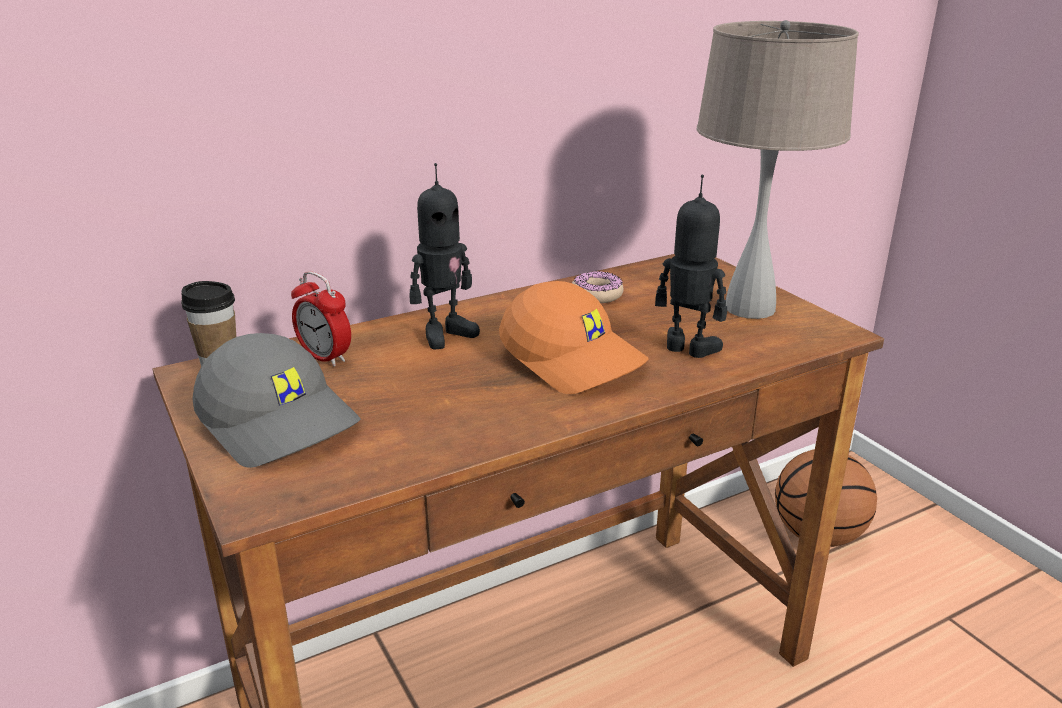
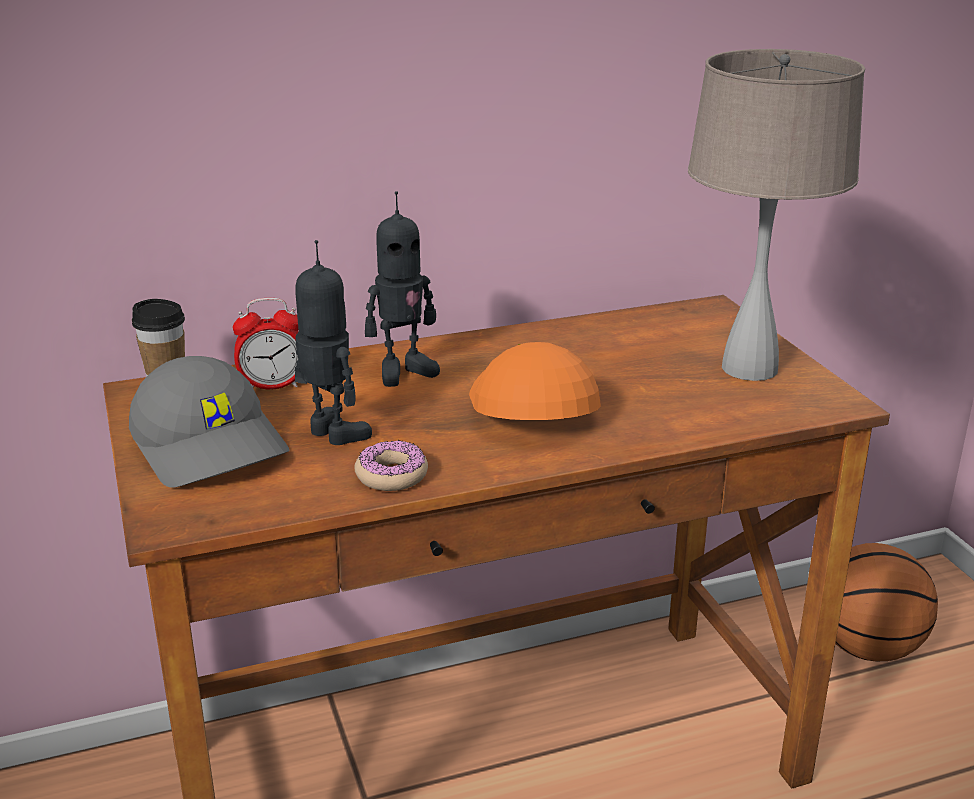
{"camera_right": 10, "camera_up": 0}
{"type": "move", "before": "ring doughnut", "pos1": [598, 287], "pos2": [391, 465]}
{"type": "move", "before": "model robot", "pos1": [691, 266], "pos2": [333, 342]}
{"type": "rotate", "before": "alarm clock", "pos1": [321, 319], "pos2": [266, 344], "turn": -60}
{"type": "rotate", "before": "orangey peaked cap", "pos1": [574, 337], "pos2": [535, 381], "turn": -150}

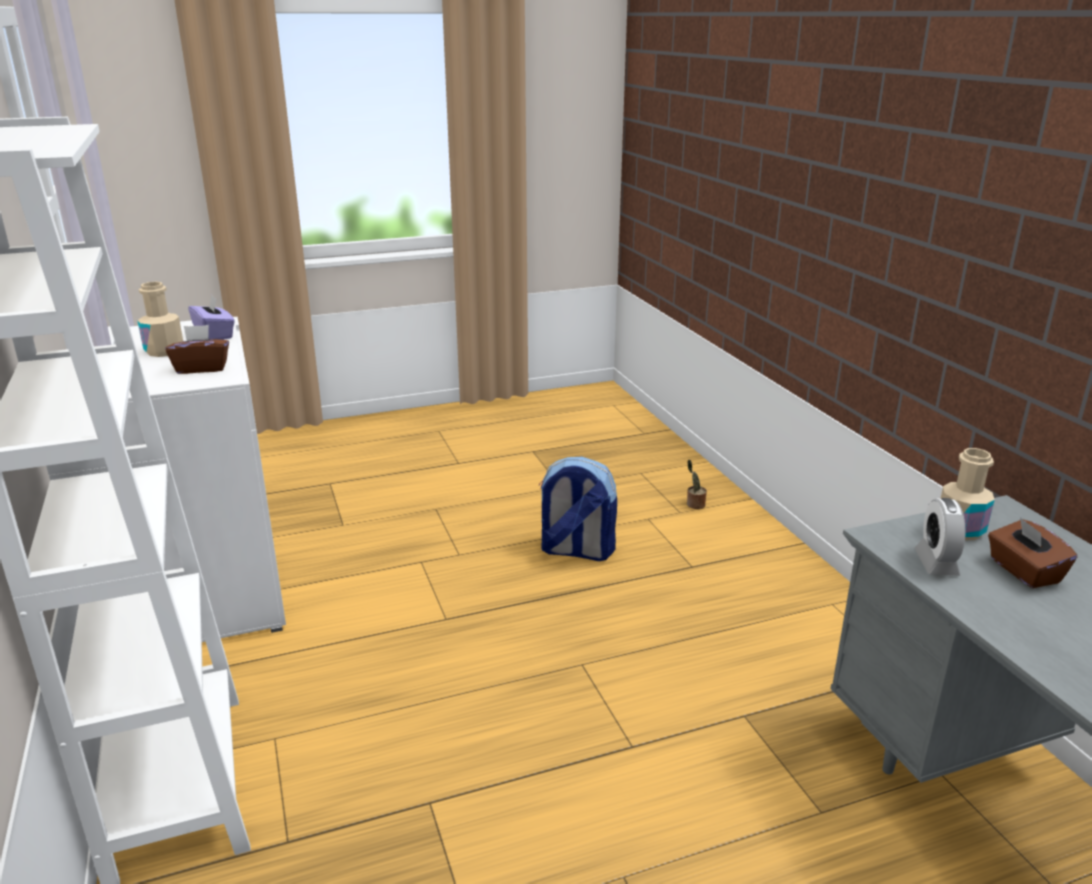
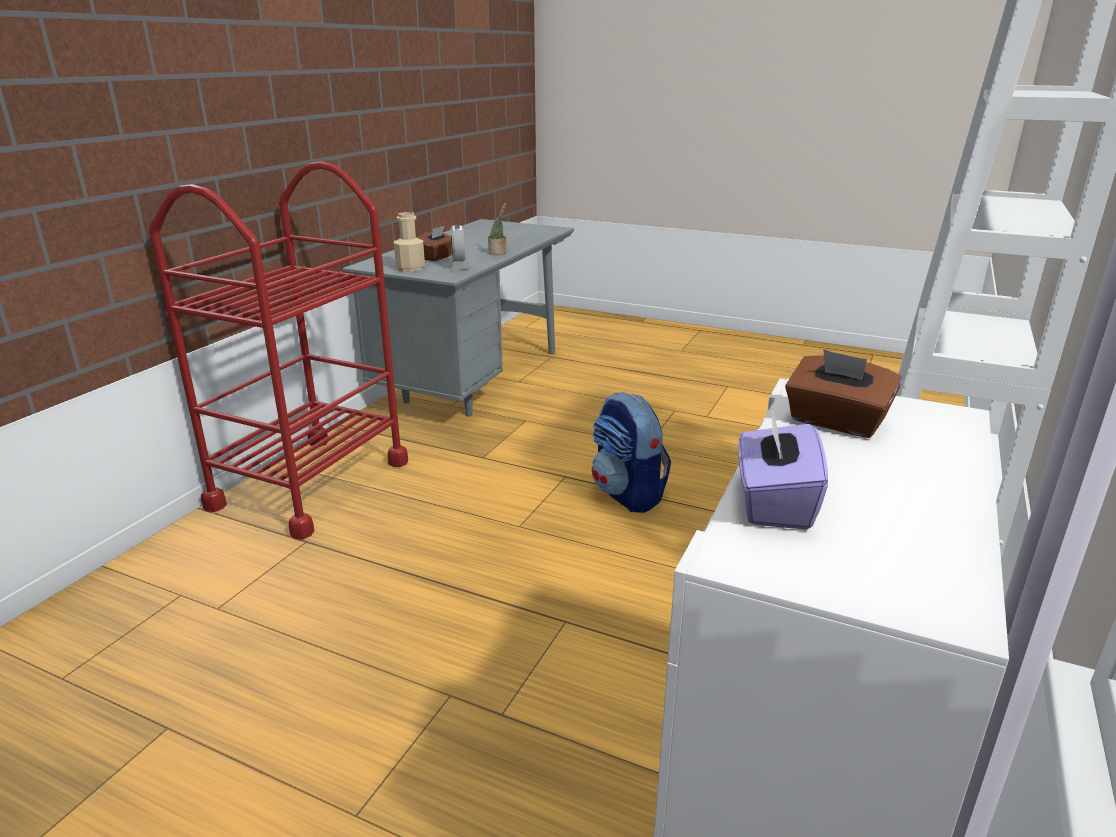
{"camera_right": -135, "camera_up": 0}
{"type": "delete", "before": "sand-coloured beverage bottle", "pos1": [160, 319]}
{"type": "insert", "after": "reddish trolley", "pos2": [278, 350]}
{"type": "move", "before": "rucksack", "pos1": [578, 508], "pos2": [631, 452]}
{"type": "move", "before": "houseplant", "pos1": [697, 484], "pos2": [497, 229]}
{"type": "rotate", "before": "alarm clock", "pos1": [940, 537], "pos2": [459, 247], "turn": 120}

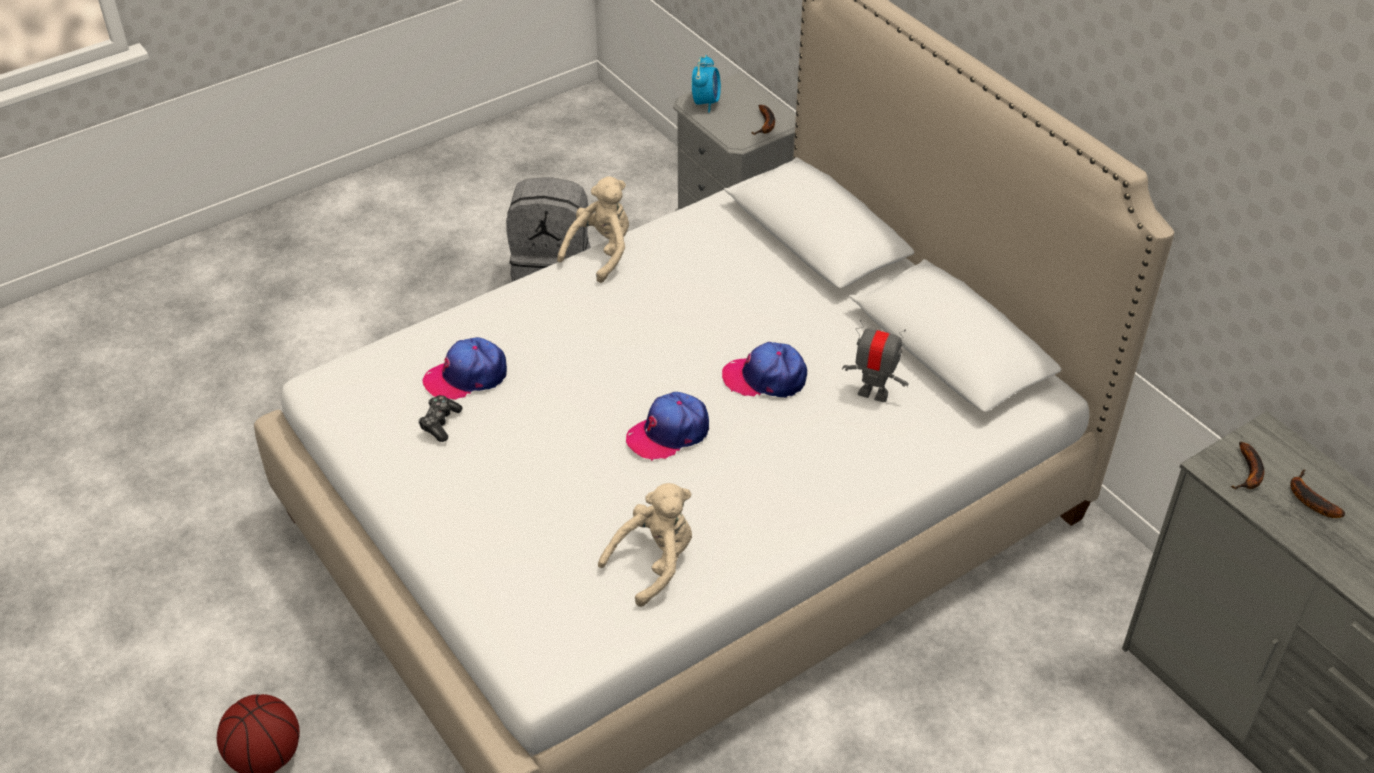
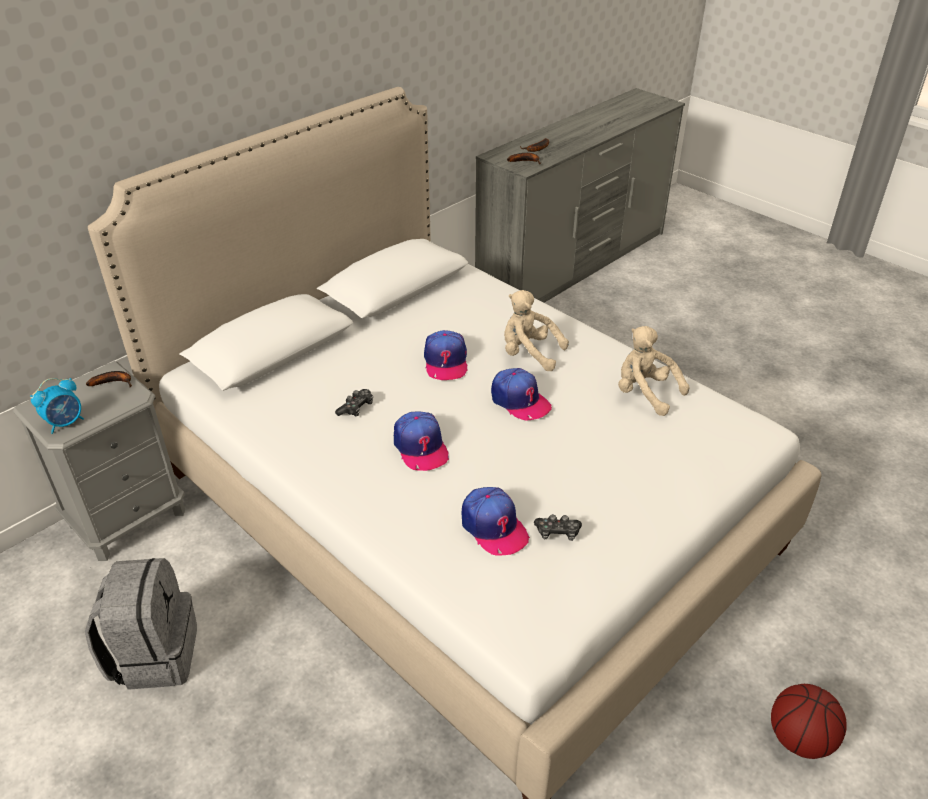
{"camera_right": -100, "camera_up": -5}
{"type": "delete", "before": "model robot", "pos1": [875, 360]}
{"type": "insert", "after": "joypad", "pos2": [354, 403]}
{"type": "insert", "after": "peaked cap", "pos2": [421, 441]}
{"type": "move", "before": "sand-coloured plush toy", "pos1": [593, 229], "pos2": [536, 330]}
{"type": "rotate", "before": "alarm clock", "pos1": [706, 84], "pos2": [57, 406], "turn": 135}

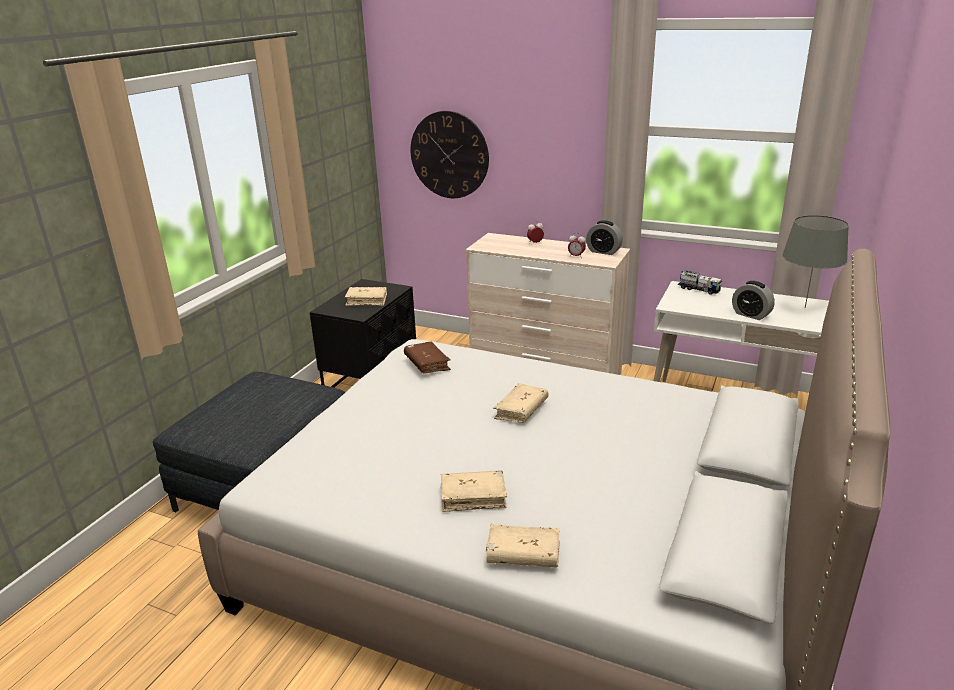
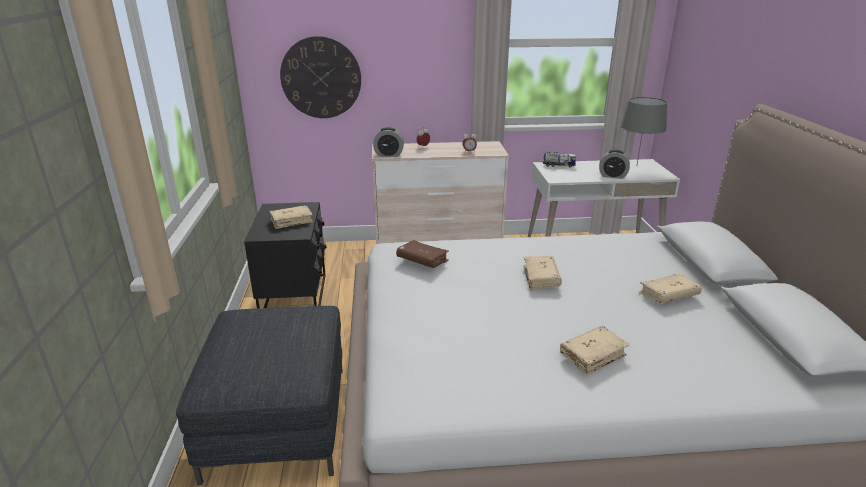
{"camera_right": -30, "camera_up": 0}
{"type": "move", "before": "sand-coloured book", "pos1": [523, 546], "pos2": [670, 288]}
{"type": "move", "before": "alarm clock", "pos1": [604, 237], "pos2": [388, 142]}

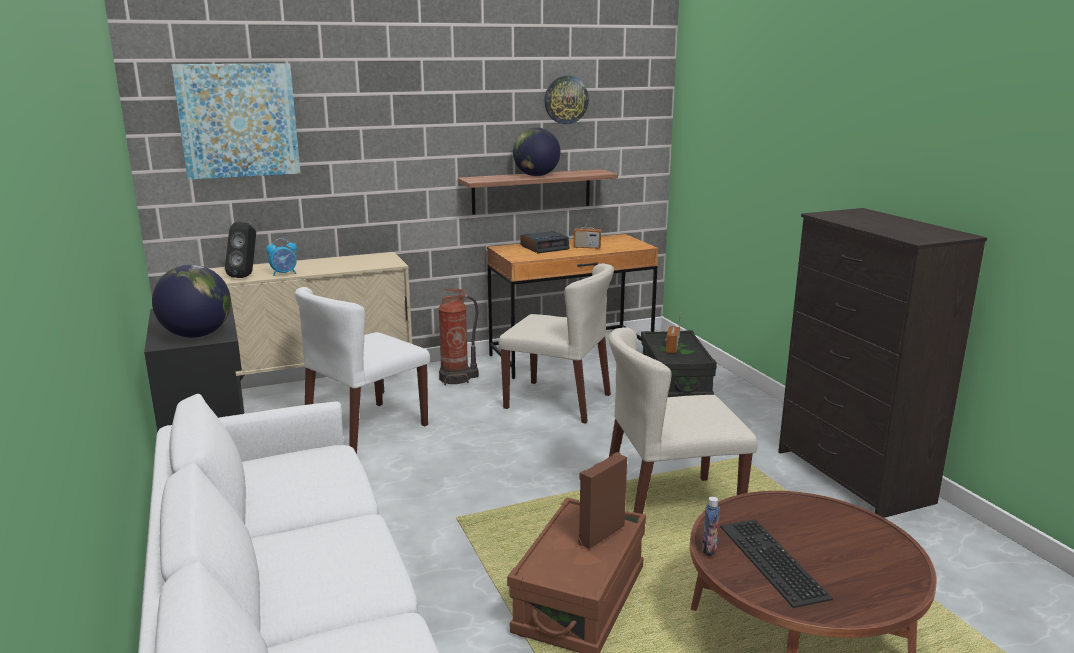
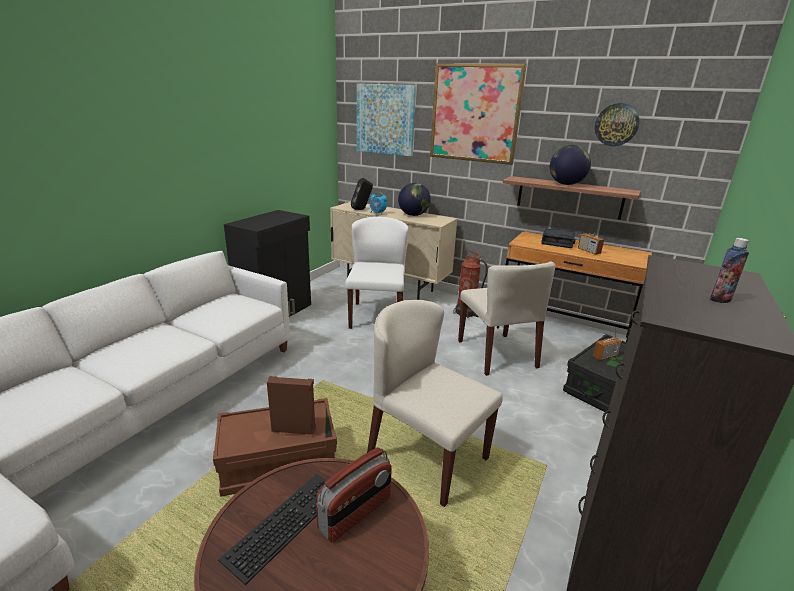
{"camera_right": 50, "camera_up": 5}
{"type": "insert", "after": "radio", "pos2": [354, 495]}
{"type": "insert", "after": "wall art", "pos2": [478, 114]}
{"type": "move", "before": "desk globe", "pos1": [191, 301], "pos2": [414, 199]}
{"type": "move", "before": "beverage bottle", "pos1": [711, 526], "pos2": [729, 270]}
{"type": "rotate", "before": "white-coloured chair", "pos1": [362, 370], "pos2": [377, 272], "turn": 90}

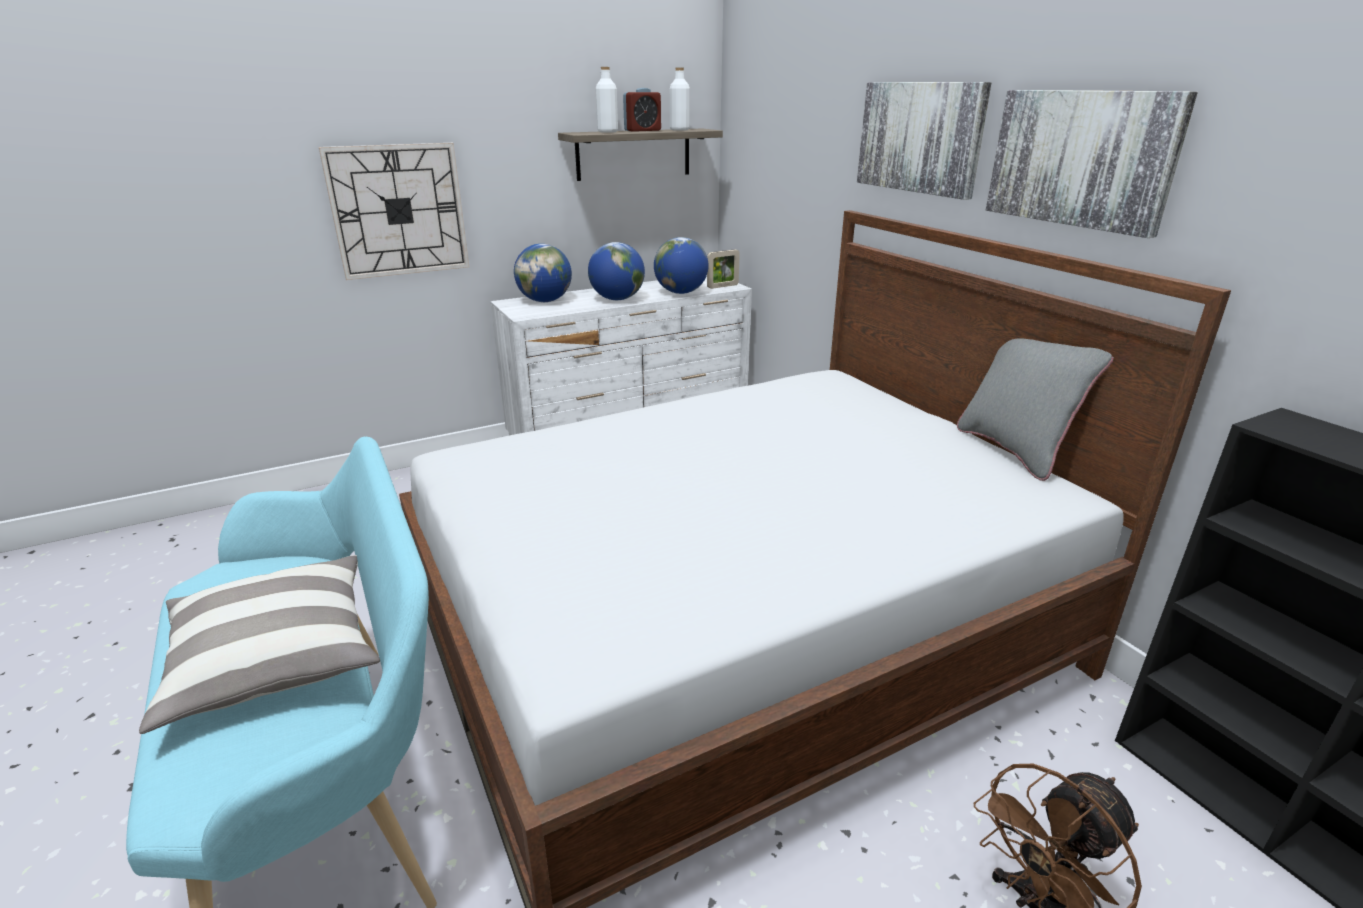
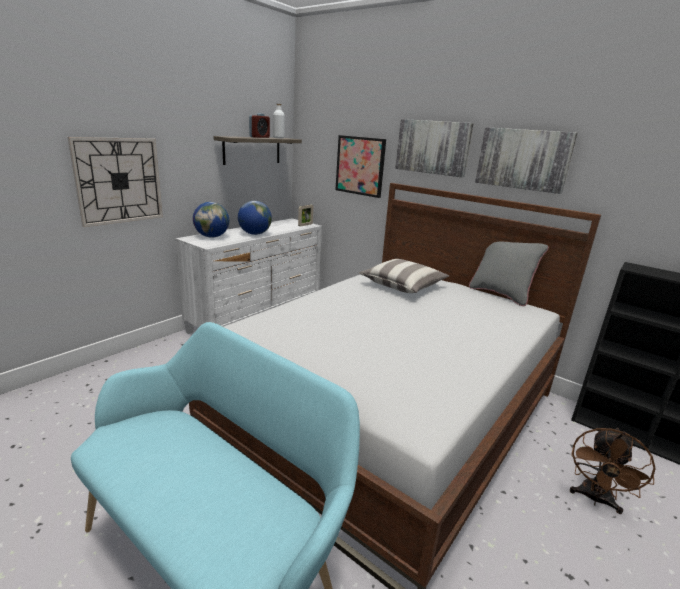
{"camera_right": -25, "camera_up": -5}
{"type": "delete", "before": "white-coloured beverage bottle", "pos1": [606, 100]}
{"type": "delete", "before": "desk globe", "pos1": [681, 265]}
{"type": "insert", "after": "wall art", "pos2": [360, 166]}
{"type": "move", "before": "pillow", "pos1": [259, 644], "pos2": [404, 276]}

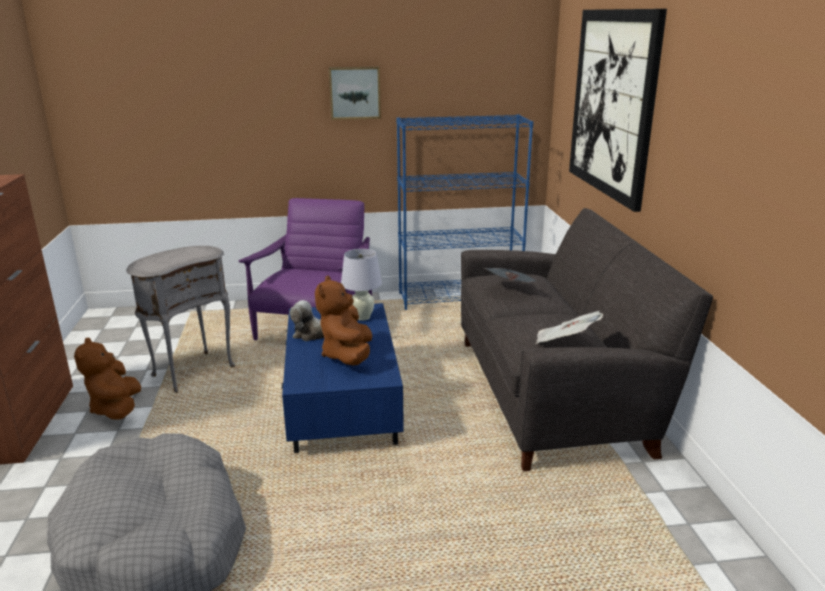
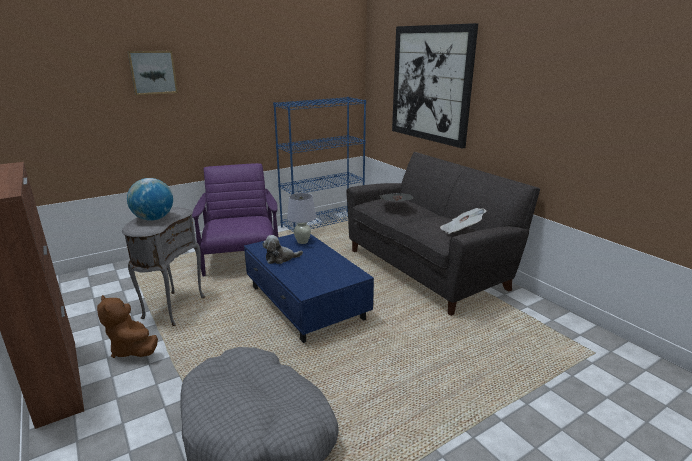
{"camera_right": -25, "camera_up": 0}
{"type": "delete", "before": "brownish plush toy", "pos1": [343, 320]}
{"type": "insert", "after": "desk globe", "pos2": [150, 199]}
{"type": "move", "before": "wall art", "pos1": [355, 93], "pos2": [152, 73]}

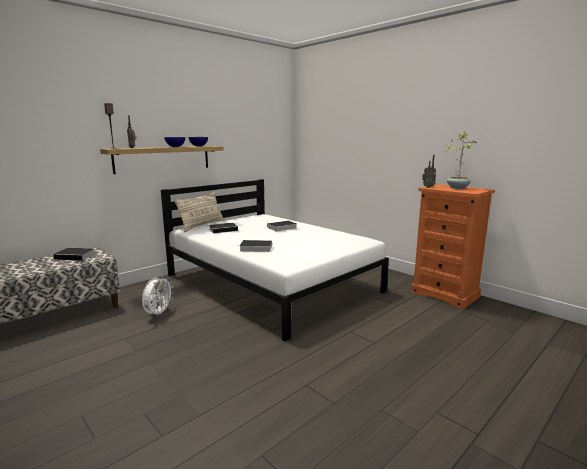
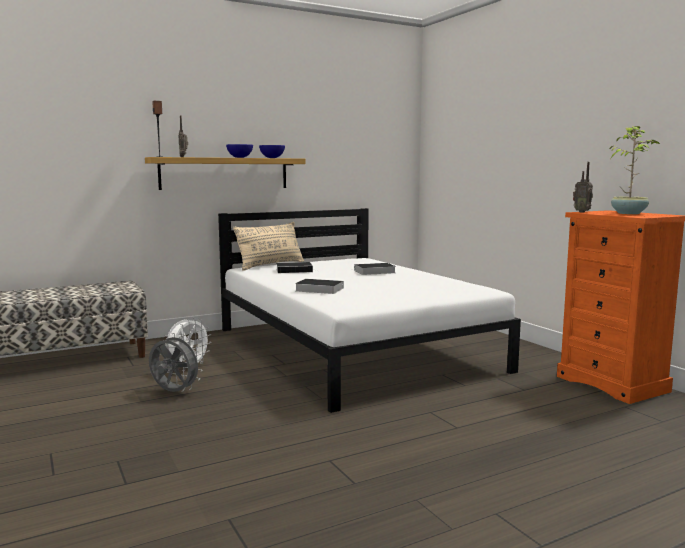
{"camera_right": 15, "camera_up": -5}
{"type": "delete", "before": "book", "pos1": [74, 254]}
{"type": "insert", "after": "gray fan", "pos2": [176, 362]}

